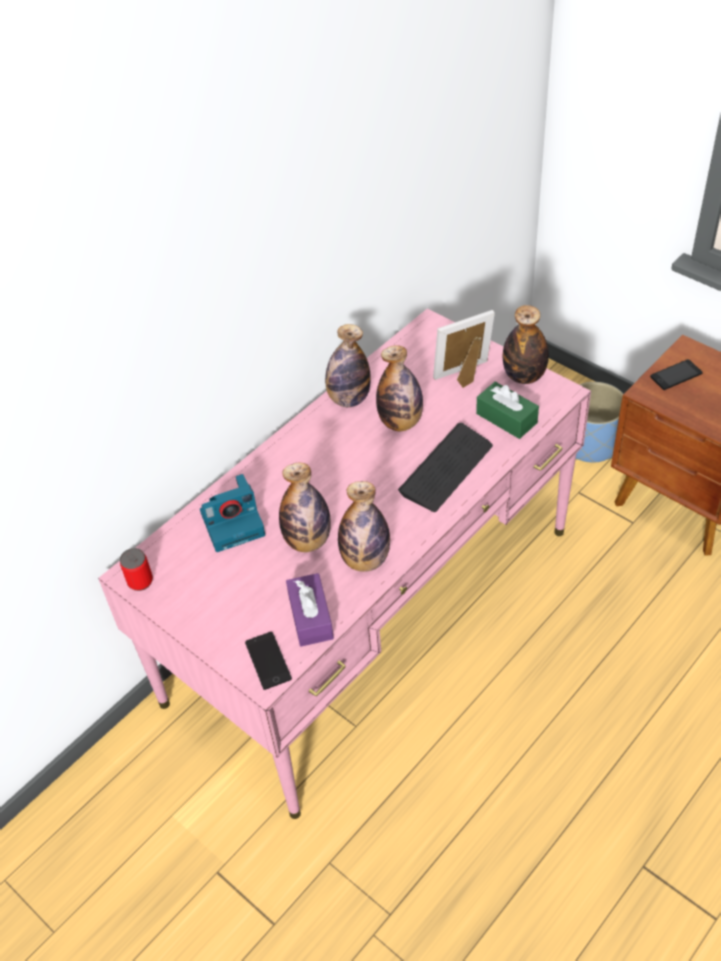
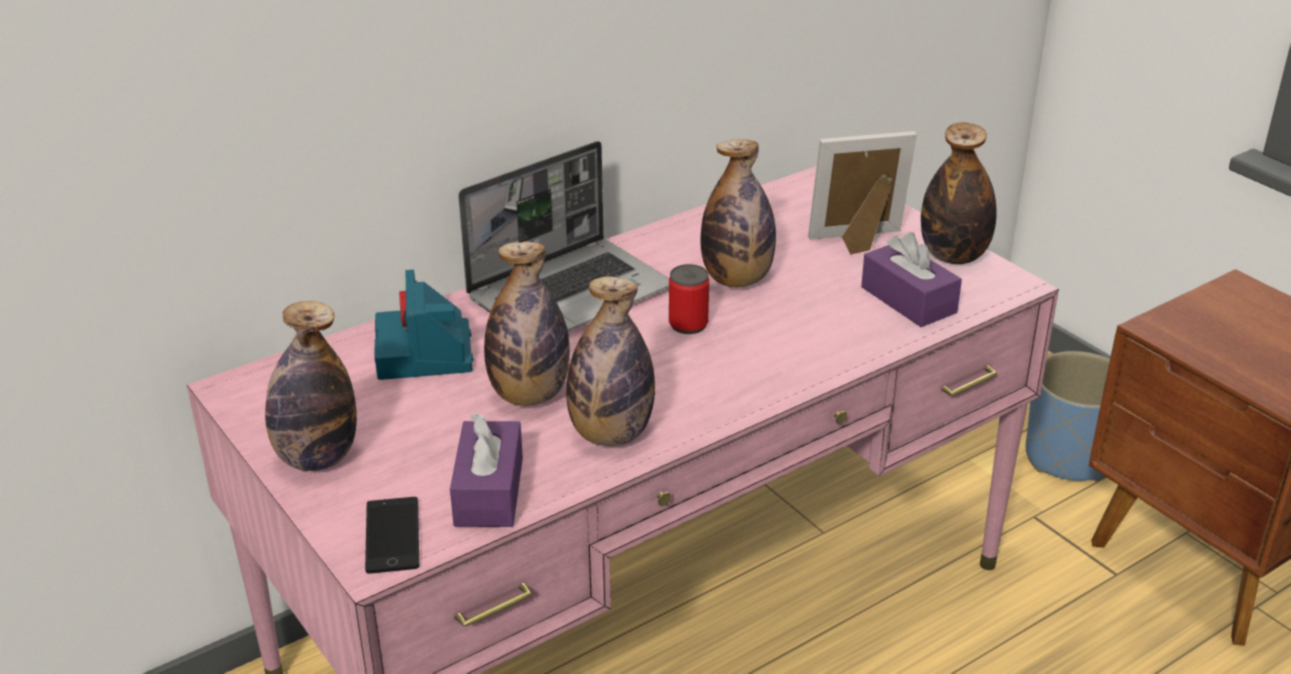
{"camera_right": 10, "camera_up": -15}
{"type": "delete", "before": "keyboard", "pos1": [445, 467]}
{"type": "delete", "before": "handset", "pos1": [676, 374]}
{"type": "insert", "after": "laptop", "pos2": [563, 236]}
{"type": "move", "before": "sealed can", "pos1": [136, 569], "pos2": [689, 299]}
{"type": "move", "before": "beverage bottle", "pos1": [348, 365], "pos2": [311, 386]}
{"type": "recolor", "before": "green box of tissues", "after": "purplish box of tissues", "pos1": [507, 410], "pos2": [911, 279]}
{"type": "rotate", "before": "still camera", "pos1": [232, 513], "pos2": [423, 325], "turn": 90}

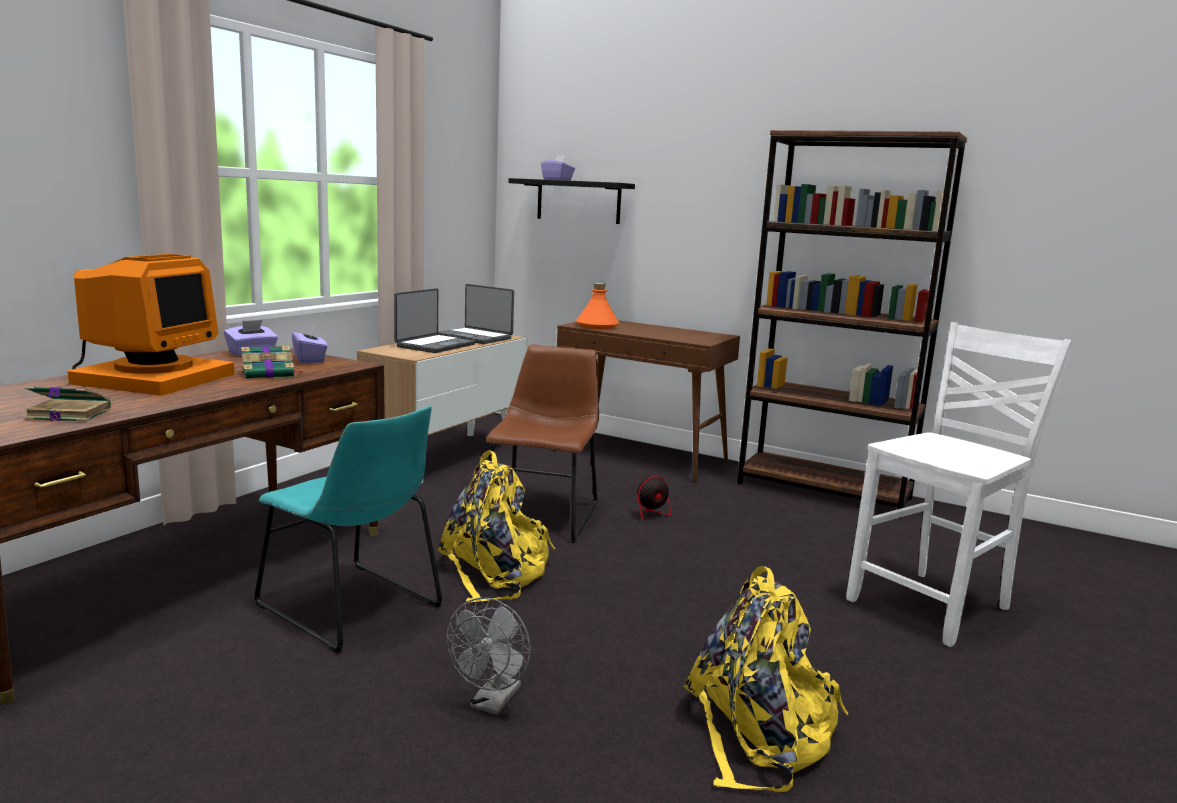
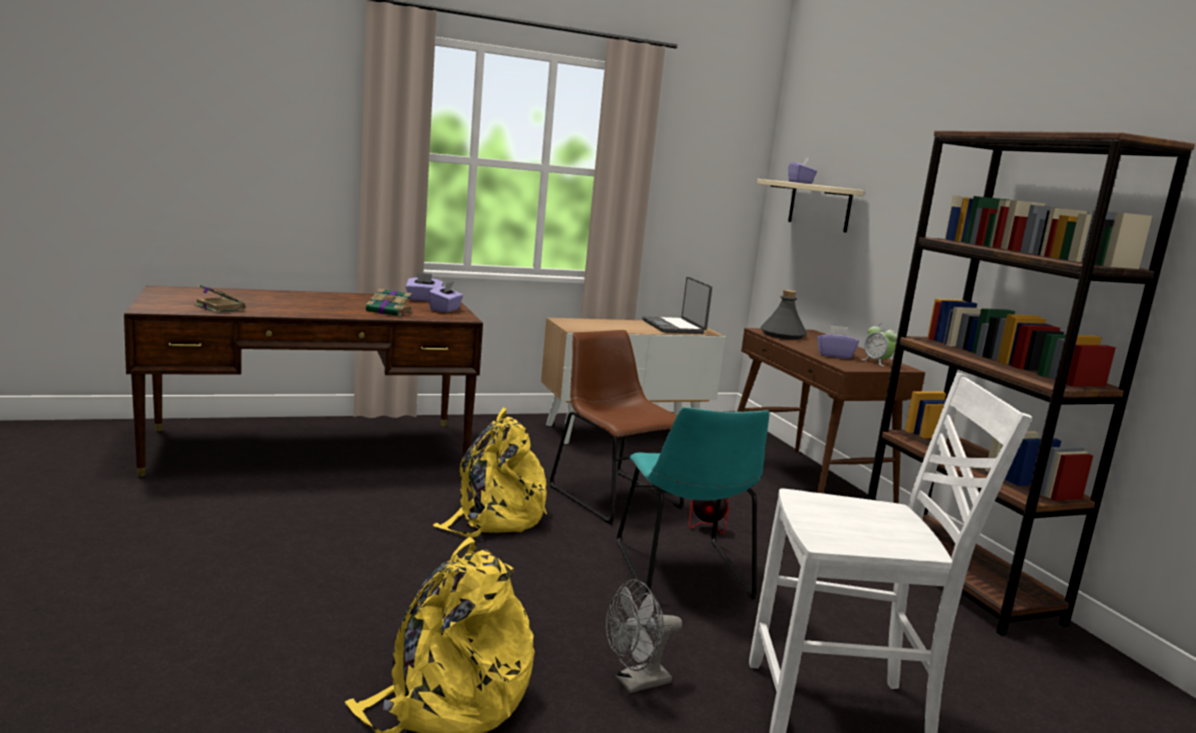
{"camera_right": 40, "camera_up": 0}
{"type": "delete", "before": "monitor", "pos1": [151, 324]}
{"type": "delete", "before": "laptop", "pos1": [435, 320]}
{"type": "insert", "after": "purplish box of tissues", "pos2": [838, 342]}
{"type": "insert", "after": "alarm clock", "pos2": [879, 344]}
{"type": "move", "before": "turquoise-coloured chair", "pos1": [348, 530], "pos2": [693, 503]}
{"type": "move", "before": "gray fan", "pos1": [488, 656], "pos2": [644, 636]}
{"type": "recolor", "before": "black wall shelf", "after": "sand-coloured wall shelf", "pos1": [571, 201], "pos2": [810, 206]}
{"type": "recolor", "before": "orangey beverage bottle", "after": "gray beverage bottle", "pos1": [597, 306], "pos2": [783, 315]}
{"type": "rotate", "before": "brownish chair", "pos1": [542, 443], "pos2": [616, 427], "turn": -90}

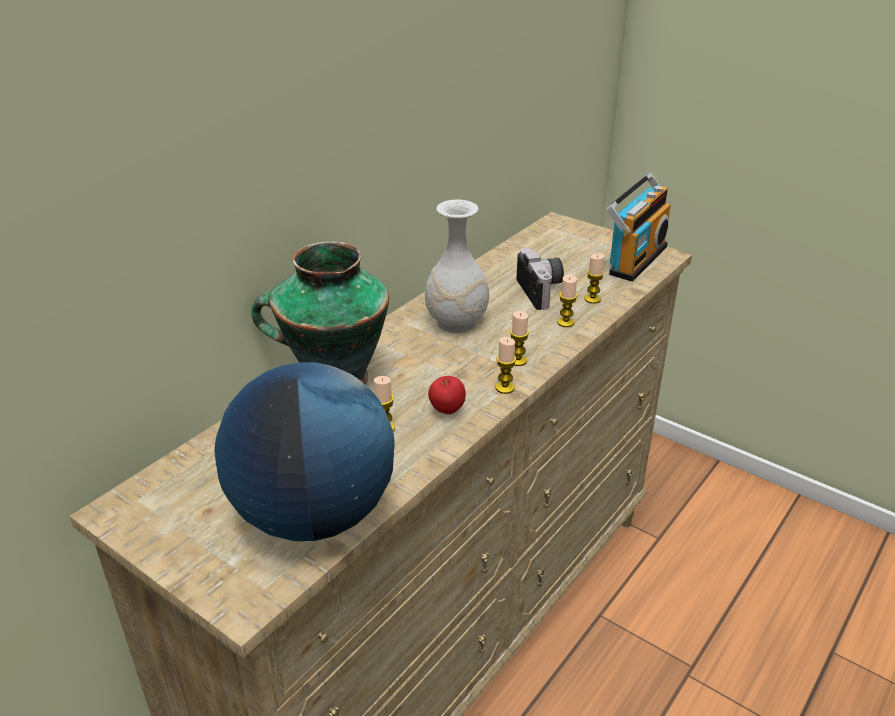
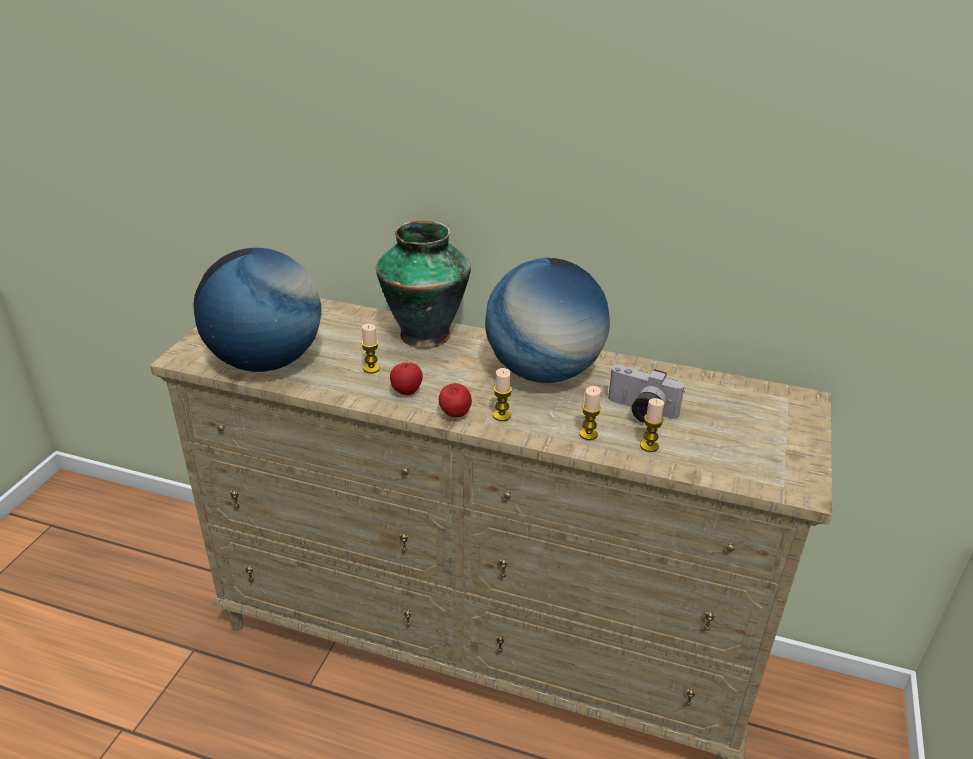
{"camera_right": 70, "camera_up": 0}
{"type": "delete", "before": "radio", "pos1": [638, 227]}
{"type": "replace", "before": "white-coloured flower vase", "after": "desk globe", "pos1": [457, 266], "pos2": [547, 320]}
{"type": "replace", "before": "candle", "after": "apple", "pos1": [505, 365], "pos2": [455, 400]}
{"type": "rotate", "before": "still camera", "pos1": [540, 279], "pos2": [646, 394], "turn": 60}

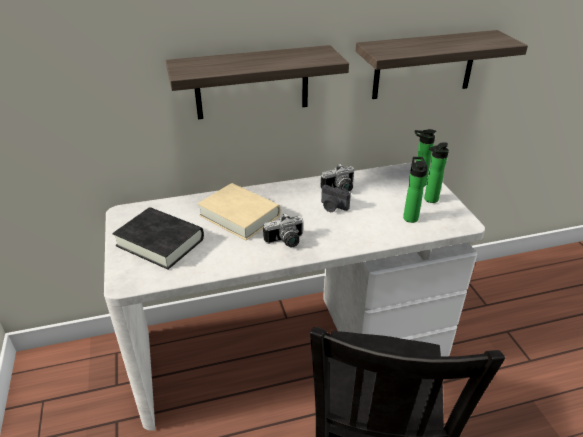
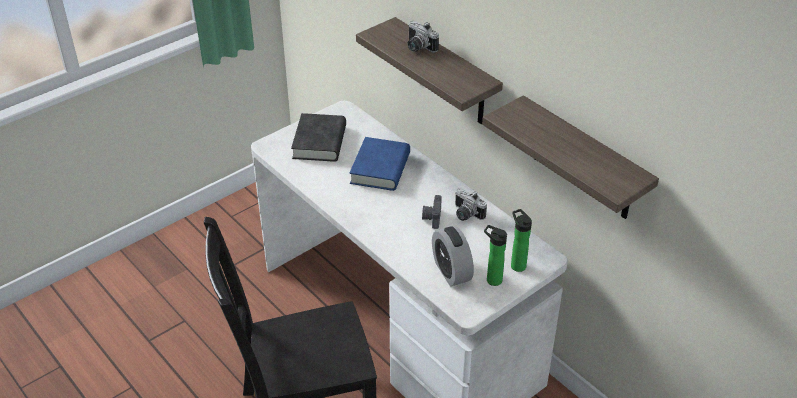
{"camera_right": 65, "camera_up": 5}
{"type": "move", "before": "still camera", "pos1": [283, 230], "pos2": [423, 37]}
{"type": "replace", "before": "beverage bottle", "after": "alarm clock", "pos1": [415, 190], "pos2": [453, 256]}
{"type": "recolor", "before": "sand-coloured book", "after": "bluish book", "pos1": [239, 212], "pos2": [379, 164]}

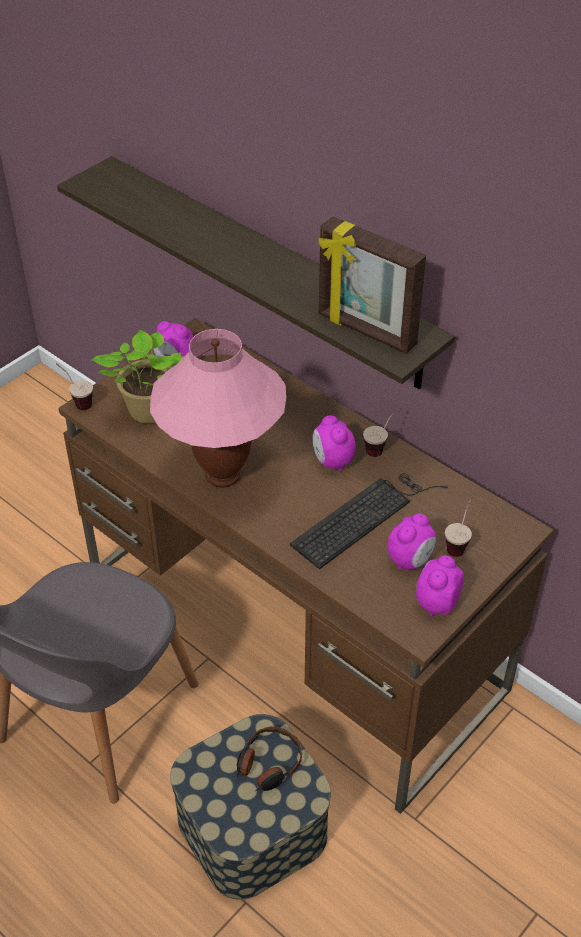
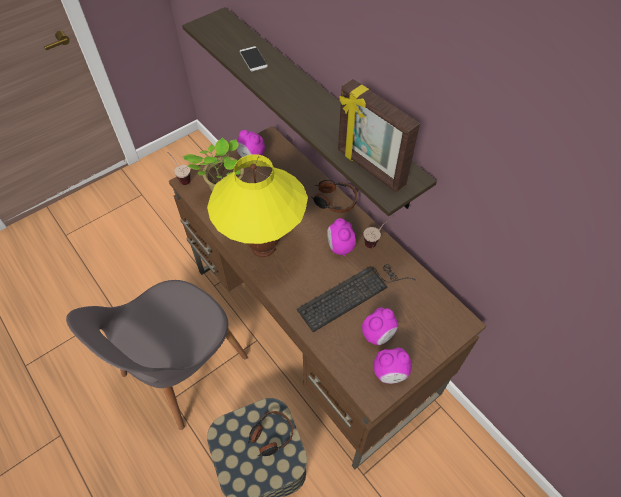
{"camera_right": 10, "camera_up": 10}
{"type": "delete", "before": "small cup", "pos1": [458, 527]}
{"type": "insert", "after": "handset", "pos2": [254, 59]}
{"type": "insert", "after": "headphones", "pos2": [333, 196]}
{"type": "recolor", "before": "pinkish table lamp", "after": "yellow-coloured table lamp", "pos1": [218, 408], "pos2": [257, 205]}
{"type": "rotate", "before": "alarm clock", "pos1": [440, 586], "pos2": [393, 366], "turn": -135}

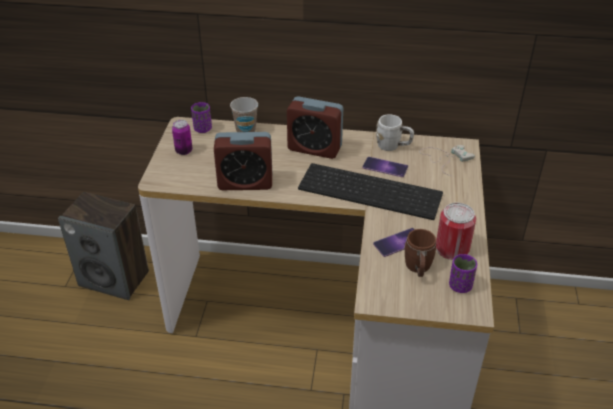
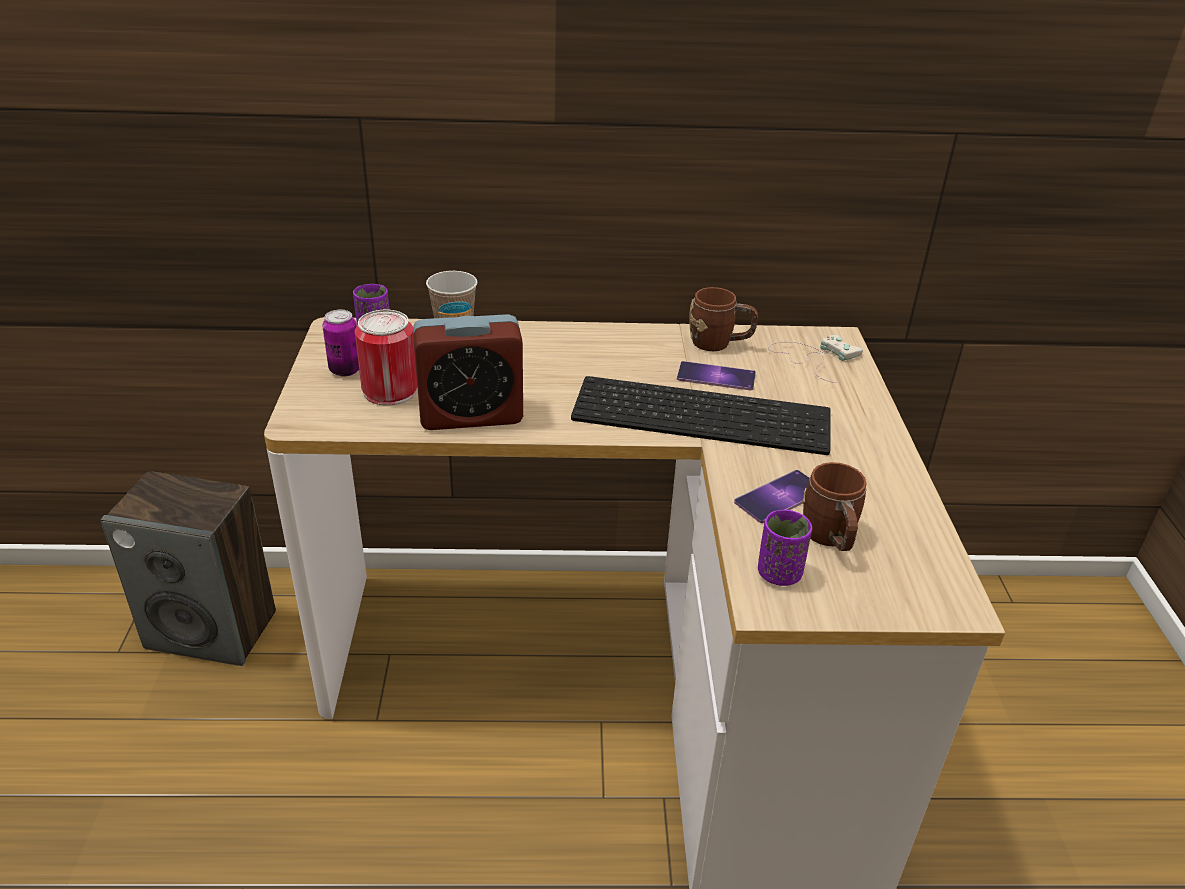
{"camera_right": -10, "camera_up": -5}
{"type": "delete", "before": "alarm clock", "pos1": [315, 127]}
{"type": "move", "before": "sealed can", "pos1": [456, 231], "pos2": [386, 357]}
{"type": "move", "before": "purplish small cup", "pos1": [463, 273], "pos2": [785, 548]}
{"type": "recolor", "before": "white-coloured tea mug", "after": "brownish tea mug", "pos1": [395, 132], "pos2": [723, 319]}

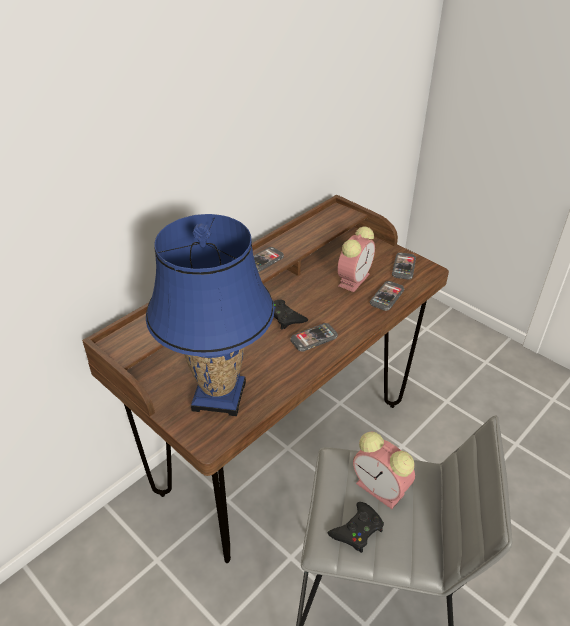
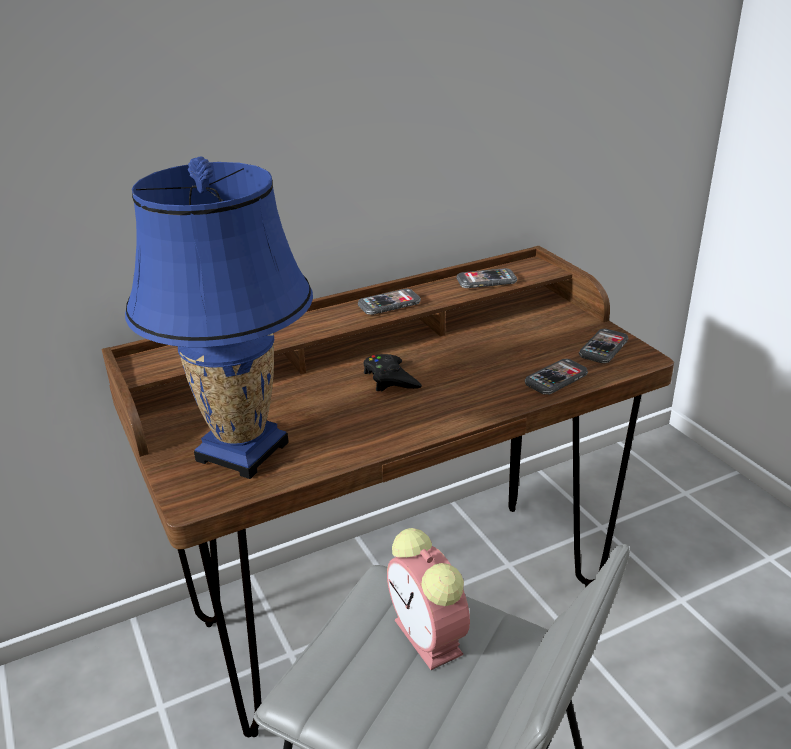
{"camera_right": 20, "camera_up": -10}
{"type": "delete", "before": "black joypad", "pos1": [356, 527]}
{"type": "delete", "before": "alarm clock", "pos1": [356, 259]}
{"type": "move", "before": "handset", "pos1": [314, 337], "pos2": [486, 278]}

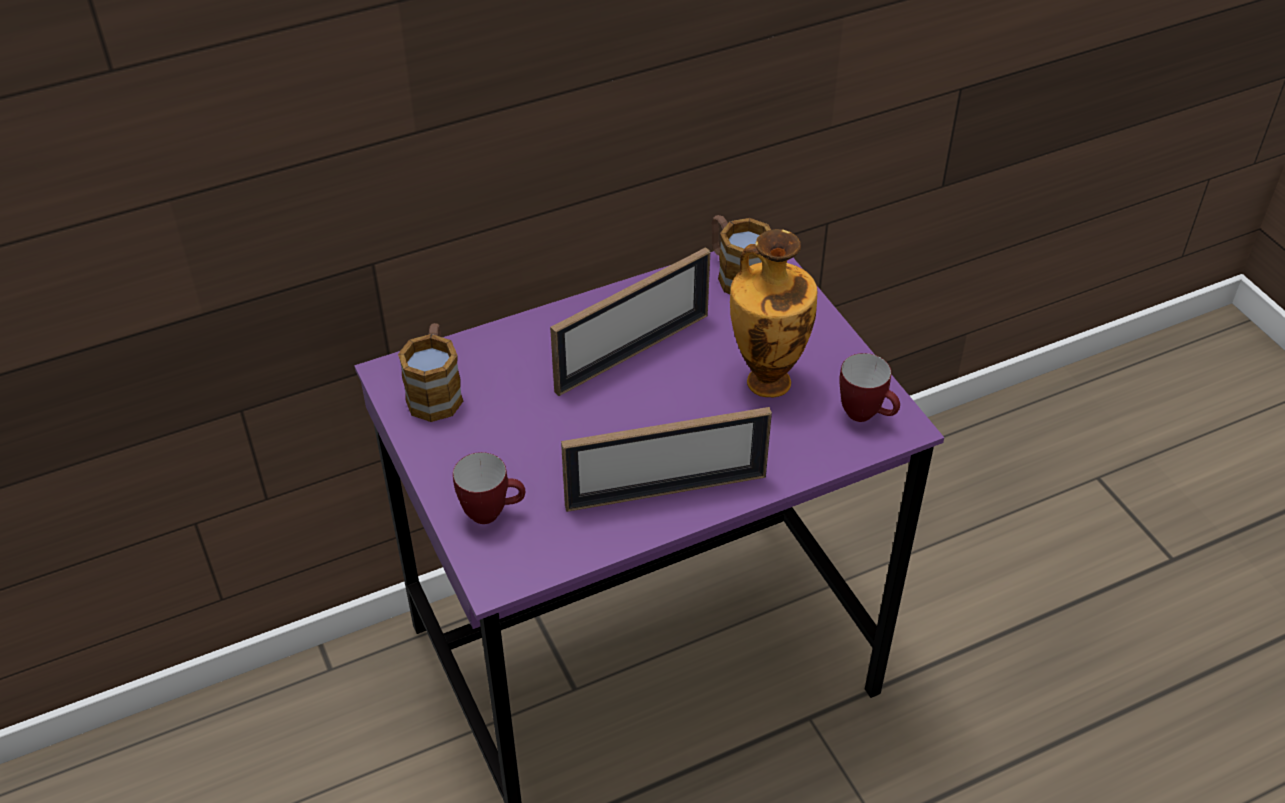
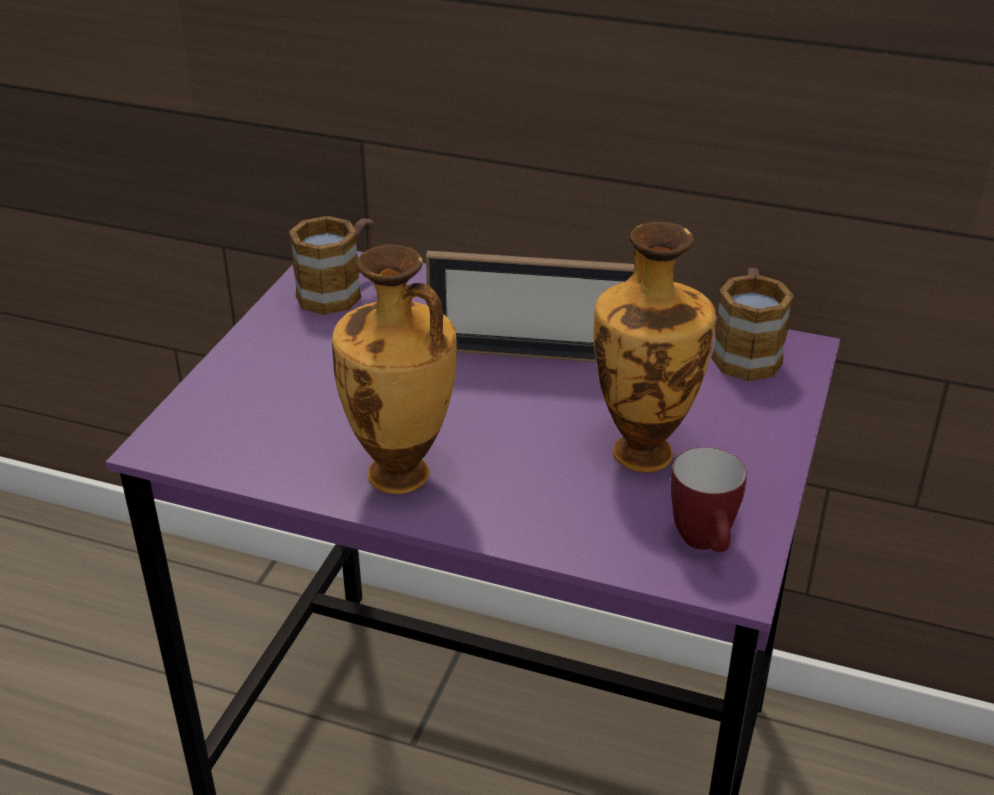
{"camera_right": 45, "camera_up": -10}
{"type": "delete", "before": "tea mug", "pos1": [489, 488]}
{"type": "replace", "before": "standing frame", "after": "flower vase", "pos1": [666, 459], "pos2": [394, 369]}

